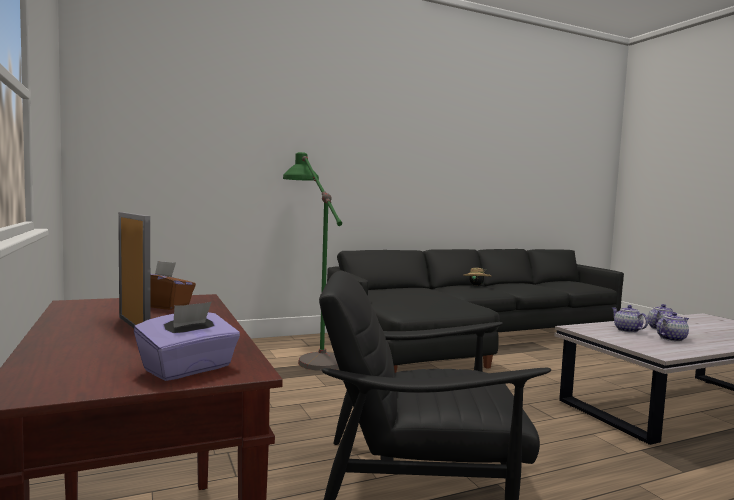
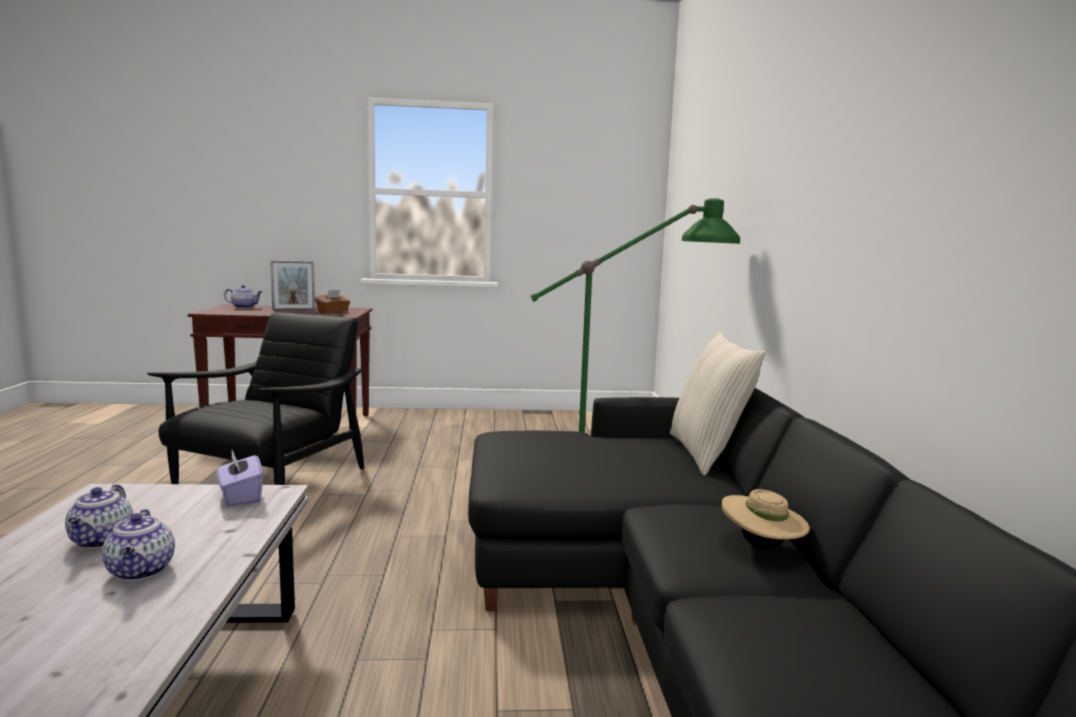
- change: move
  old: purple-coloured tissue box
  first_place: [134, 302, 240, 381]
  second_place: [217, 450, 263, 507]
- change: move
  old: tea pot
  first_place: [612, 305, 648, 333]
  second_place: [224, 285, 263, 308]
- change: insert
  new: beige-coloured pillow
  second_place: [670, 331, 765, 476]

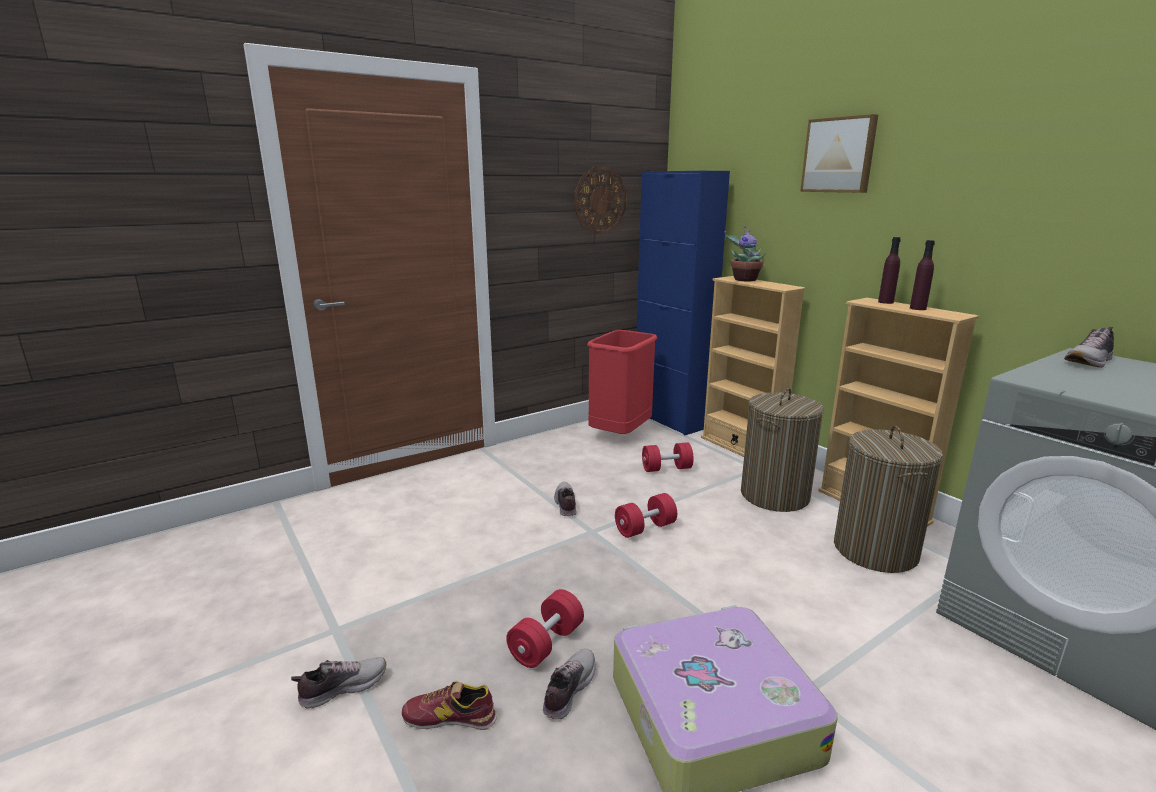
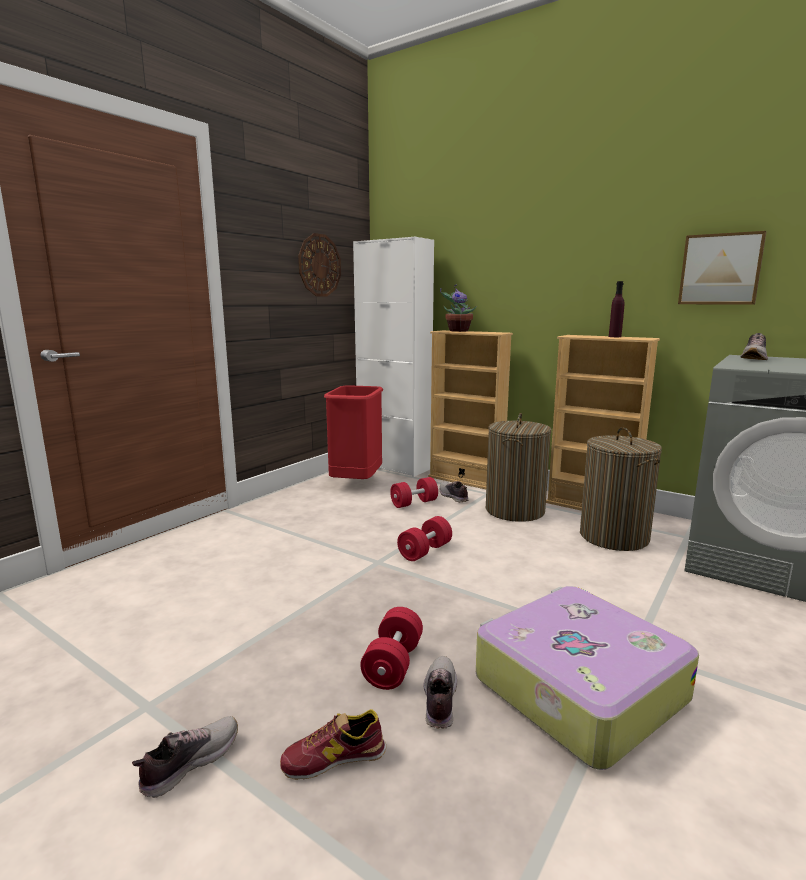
- change: move
  old: wall art
  first_place: [800, 114, 878, 193]
  second_place: [678, 231, 766, 305]
- change: recolor
  old: blue cabinet
  new: white cabinet
  first_place: [637, 171, 730, 435]
  second_place: [353, 237, 434, 477]
- change: delete
  old: purple-coloured drink bottle
  first_place: [878, 237, 901, 304]
- change: move
  old: low shoe
  first_place: [554, 482, 577, 516]
  second_place: [440, 481, 468, 502]

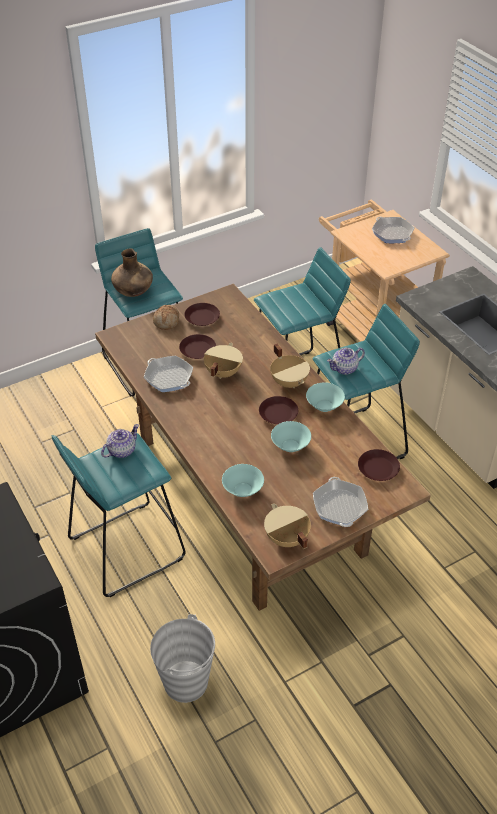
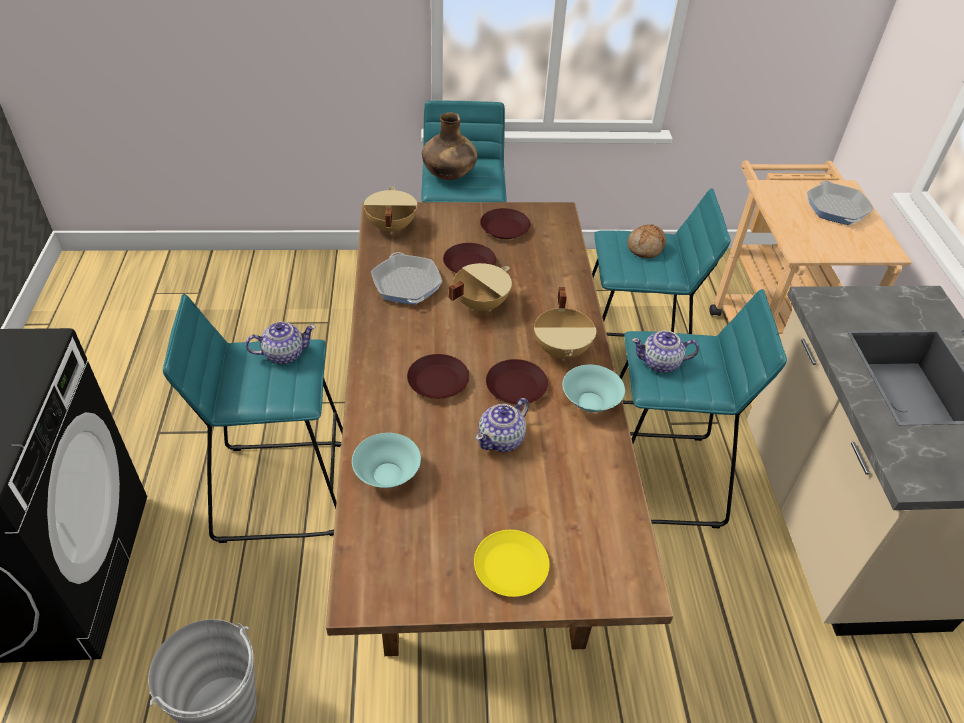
- change: move
  old: bakery bread
  first_place: [153, 305, 179, 330]
  second_place: [627, 224, 666, 258]
- change: replace
  old: blue-green serving bowl
  new: tea pot
  first_place: [271, 421, 311, 452]
  second_place: [475, 398, 529, 452]
- change: move
  old: brown-coloured plate
  first_place: [358, 449, 400, 481]
  second_place: [407, 354, 469, 399]
- change: replace
  old: skillet
  new: yellowish plate
  first_place: [313, 477, 368, 527]
  second_place: [474, 530, 550, 597]
- change: move
  old: beige-coloured saucepot
  first_place: [264, 504, 311, 549]
  second_place: [364, 186, 417, 234]

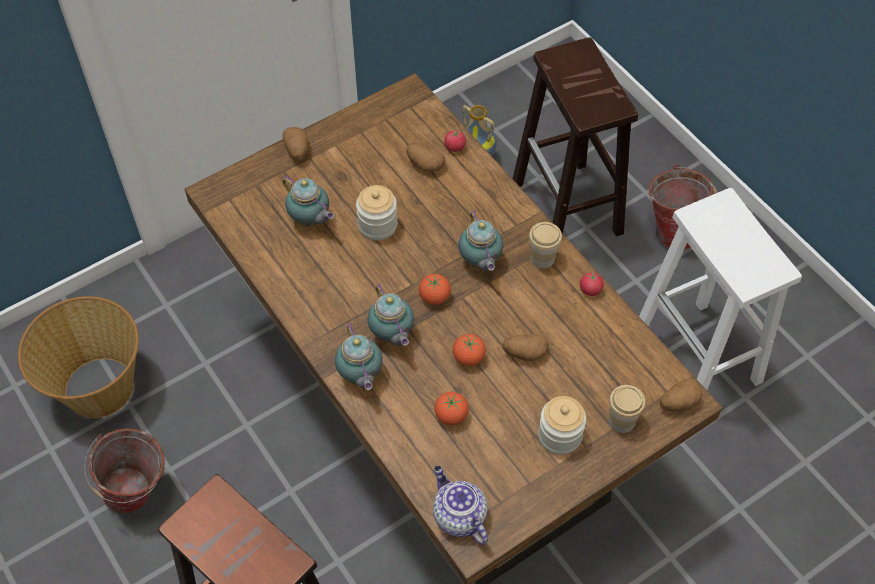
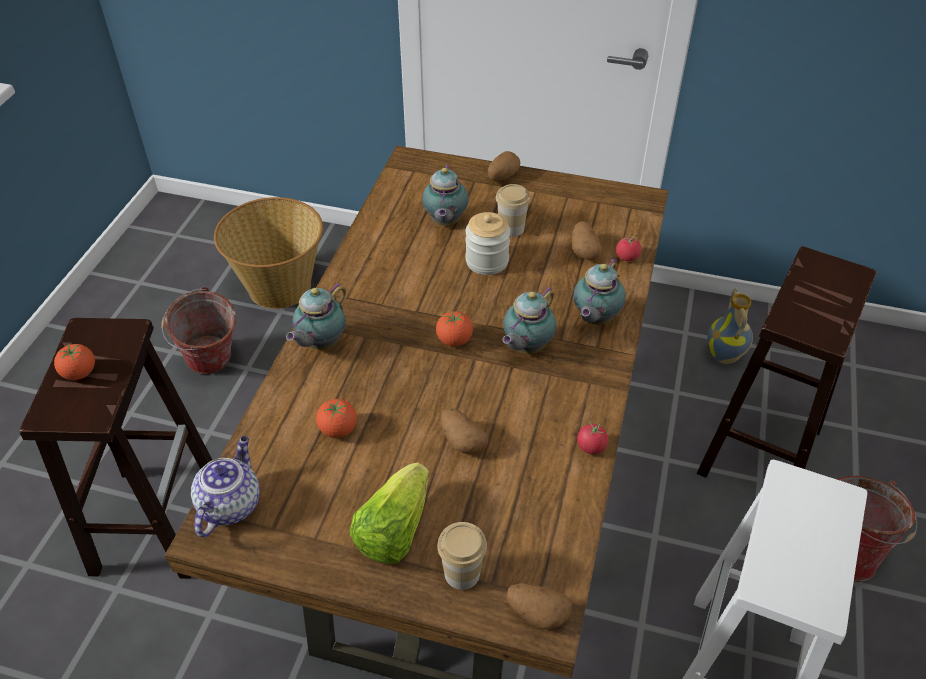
- change: move
  old: cup
  first_place: [529, 222, 562, 269]
  second_place: [496, 184, 530, 237]
- change: move
  old: tea pot
  first_place: [367, 283, 414, 346]
  second_place: [573, 259, 626, 325]
- change: move
  old: tomato
  first_place: [453, 334, 486, 366]
  second_place: [54, 344, 95, 380]
- change: replace
  old: storage jar
  new: head of lettuce
  first_place: [538, 396, 586, 455]
  second_place: [349, 463, 429, 564]

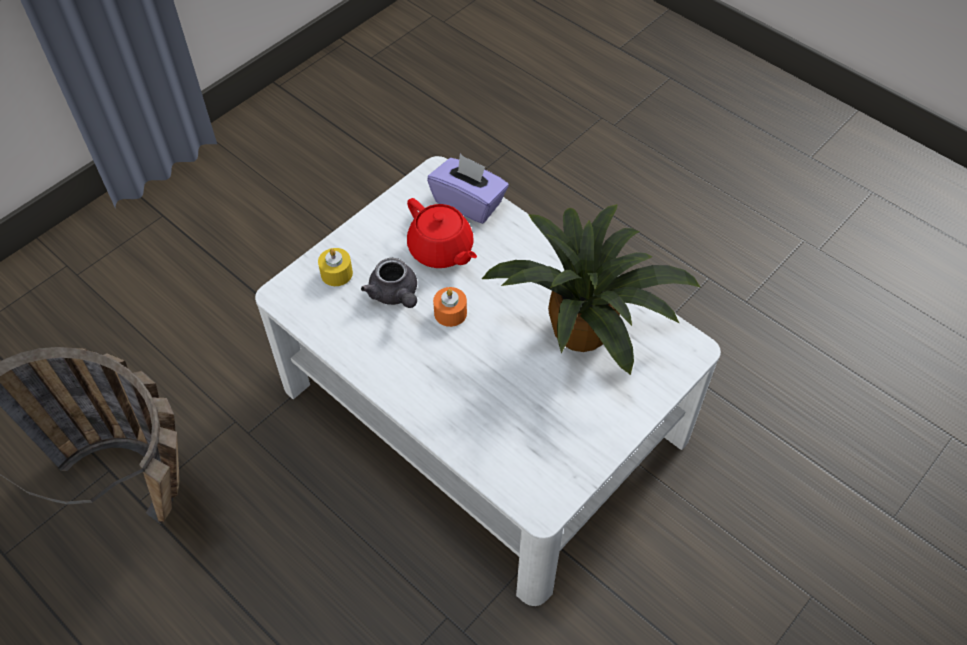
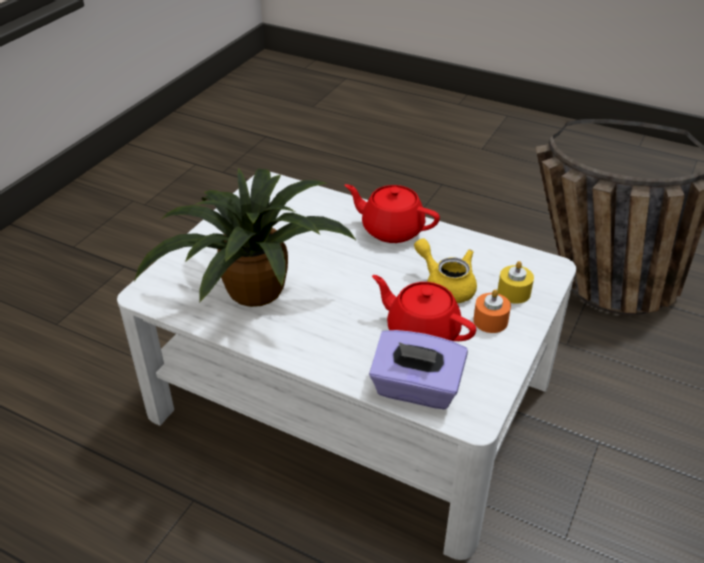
- change: recolor
  old: gray tea pot
  new: yellowish tea pot
  first_place: [361, 258, 417, 308]
  second_place: [414, 238, 477, 303]
- change: move
  old: orange wax candle
  first_place: [433, 287, 467, 327]
  second_place: [473, 289, 511, 333]
- change: insert
  new: red tea pot
  second_place: [344, 184, 440, 243]

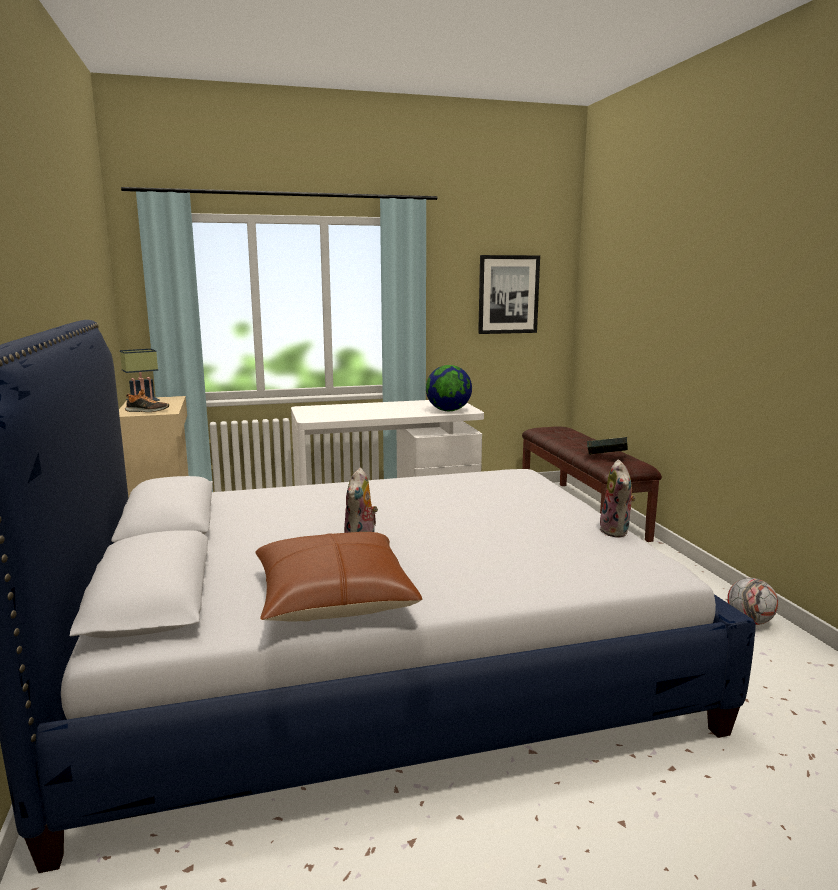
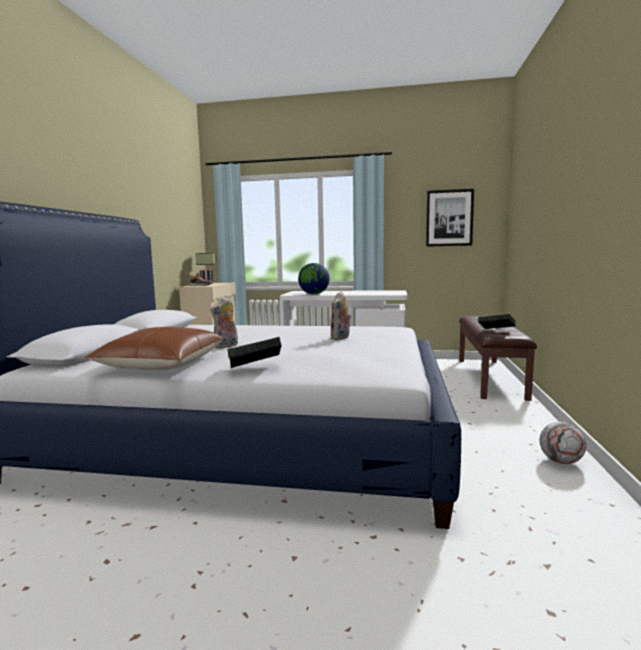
- change: move
  old: desk globe
  first_place: [426, 365, 472, 411]
  second_place: [298, 263, 330, 294]
- change: move
  old: soft toy
  first_place: [597, 460, 636, 538]
  second_place: [330, 291, 351, 340]
- change: insert
  new: book
  second_place: [227, 337, 282, 368]

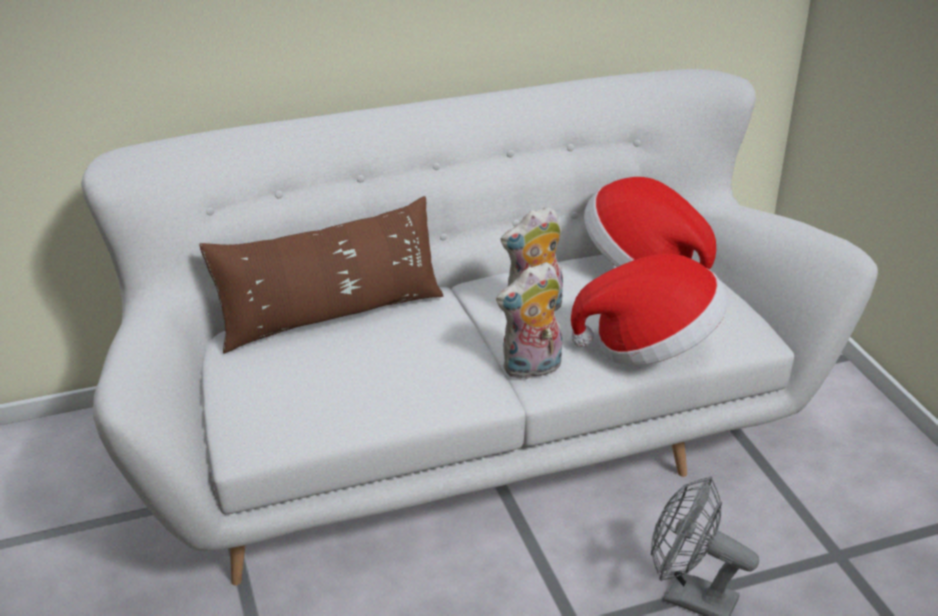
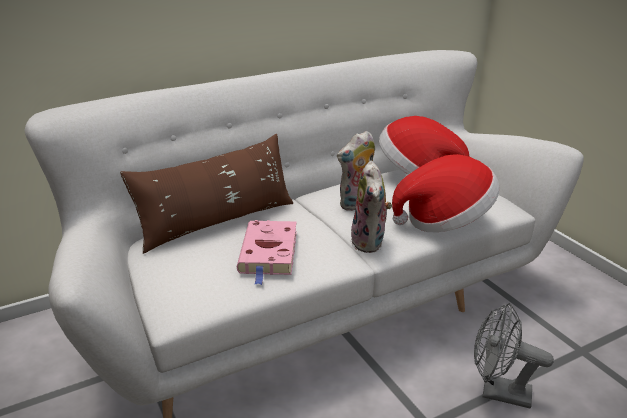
- change: rotate
  old: soft toy
  first_place: [496, 262, 562, 379]
  second_place: [351, 161, 392, 253]
  degrees: -60
- change: insert
  new: pink-coloured book
  second_place: [237, 220, 297, 285]

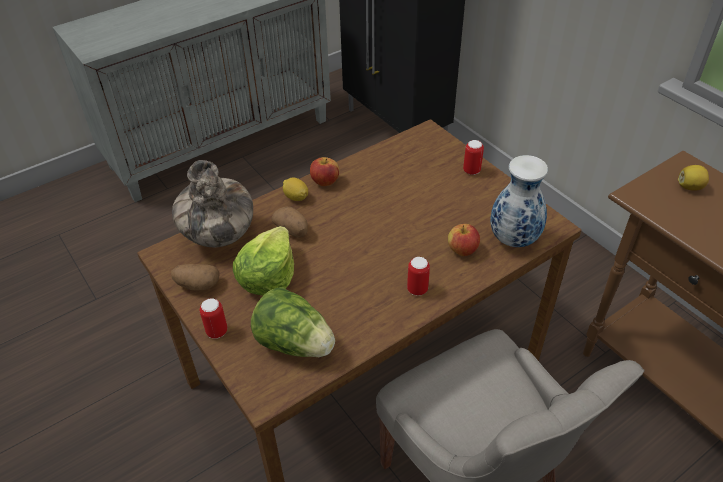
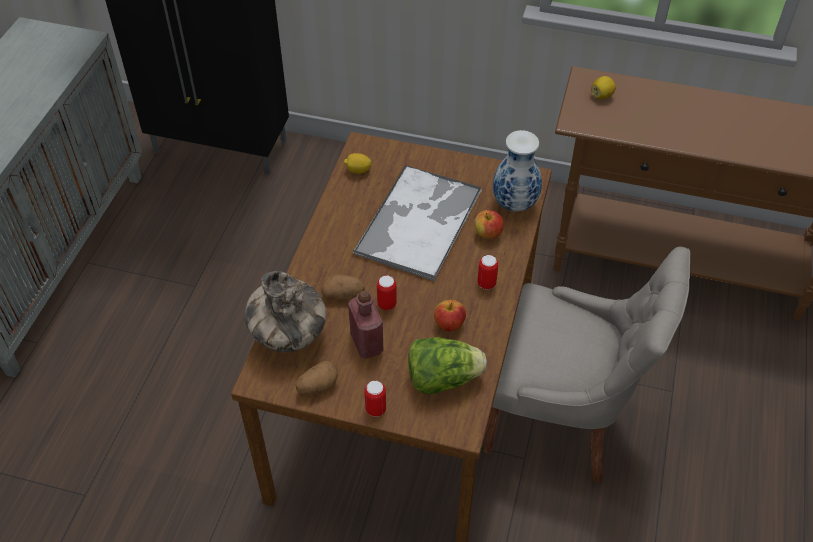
- change: move
  old: can
  first_place: [463, 140, 484, 175]
  second_place: [377, 275, 397, 310]
- change: move
  old: apple
  first_place: [310, 157, 339, 186]
  second_place: [434, 300, 466, 332]
- change: move
  old: lemon
  first_place: [283, 177, 308, 201]
  second_place: [344, 153, 372, 174]
- change: replace
  old: head of lettuce
  new: red drink bottle
  first_place: [233, 226, 294, 296]
  second_place: [348, 290, 383, 358]
- change: insert
  new: carrying tray
  second_place: [353, 164, 482, 282]

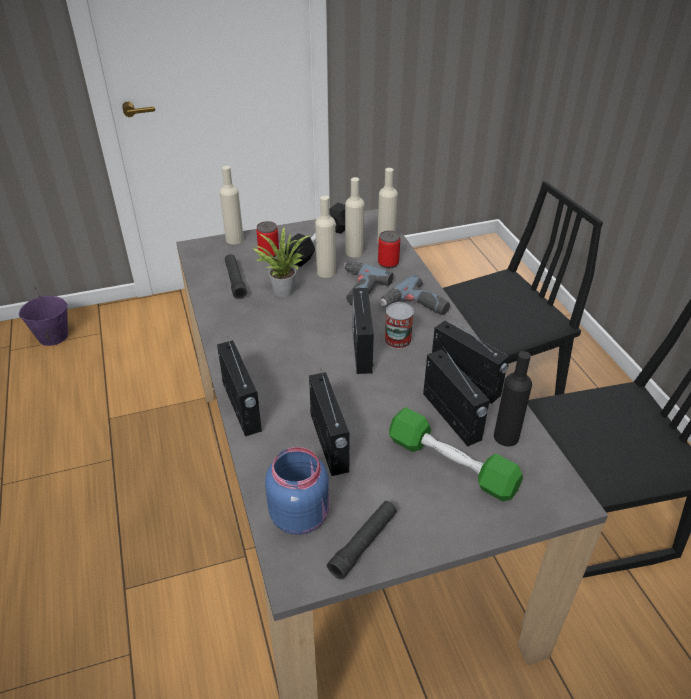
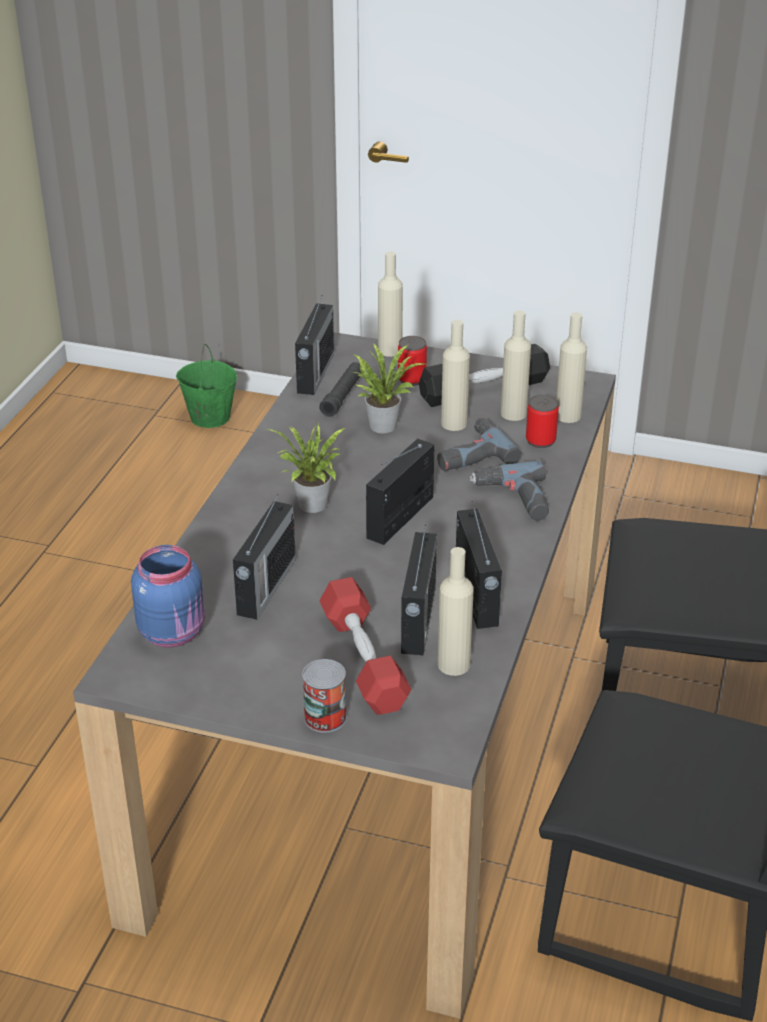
- change: recolor
  old: purple-coloured pail
  new: green-coloured pail
  first_place: [18, 287, 68, 346]
  second_place: [176, 344, 237, 428]
- change: move
  old: can
  first_place: [385, 302, 414, 349]
  second_place: [302, 659, 347, 733]
- change: move
  old: radio set
  first_place: [217, 337, 262, 436]
  second_place: [295, 296, 334, 395]
- change: recolor
  old: black drink bottle
  new: beige-coloured drink bottle
  first_place: [494, 351, 532, 446]
  second_place: [438, 547, 474, 676]
- change: recolor
  old: green-coloured free weight
  new: red free weight
  first_place: [389, 407, 523, 501]
  second_place: [319, 577, 411, 715]
- change: delete
  old: black flashlight
  first_place: [327, 501, 397, 580]
- change: insert
  new: potted plant
  second_place: [267, 423, 345, 513]

